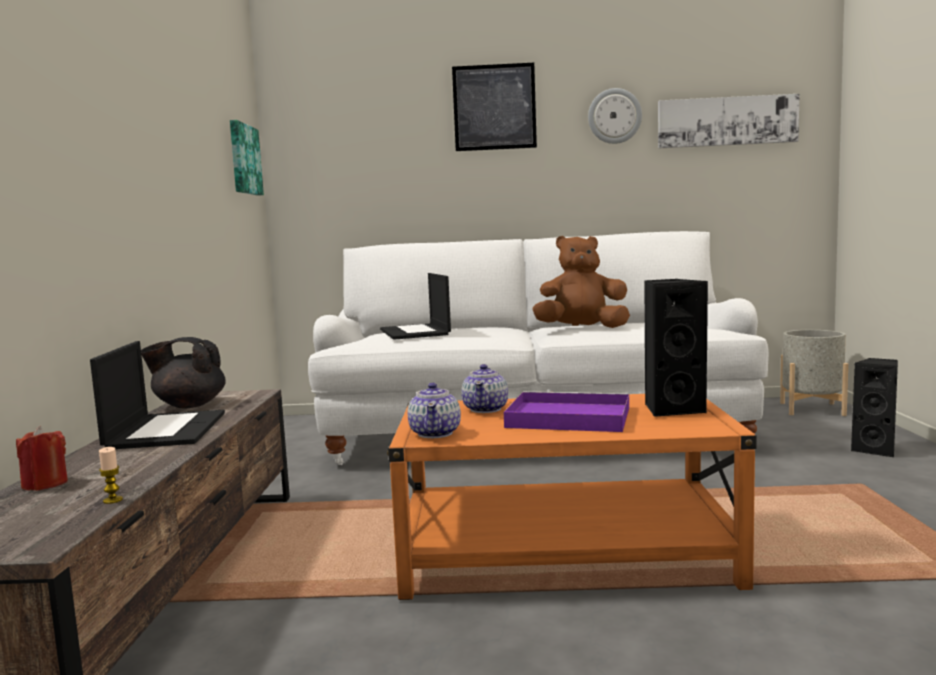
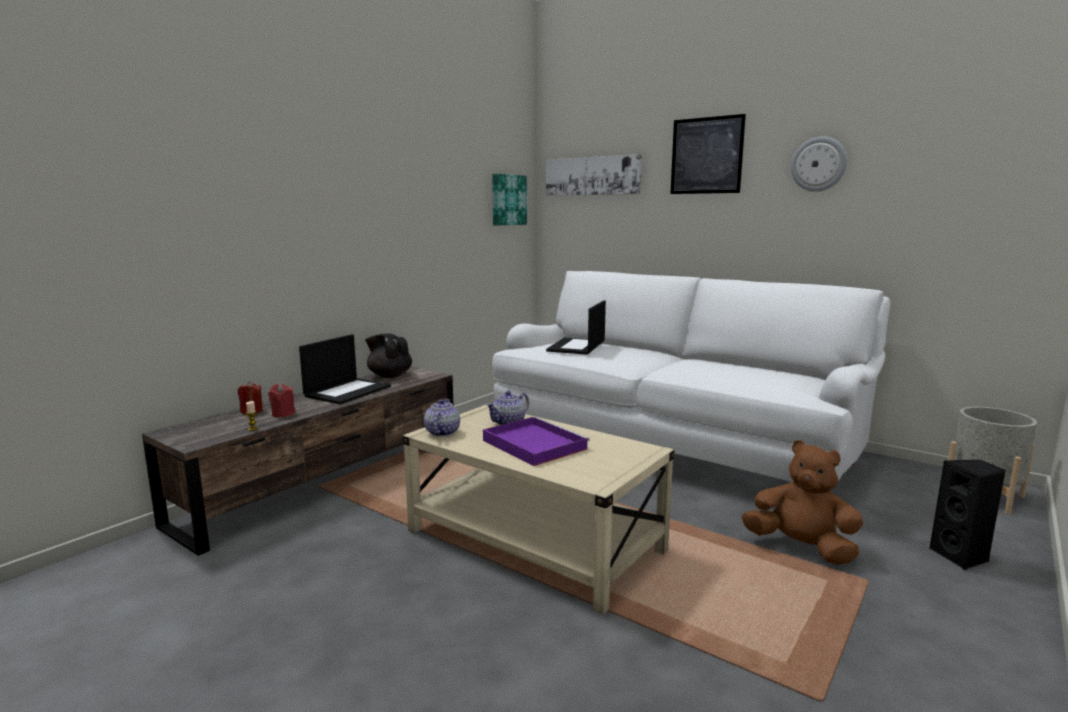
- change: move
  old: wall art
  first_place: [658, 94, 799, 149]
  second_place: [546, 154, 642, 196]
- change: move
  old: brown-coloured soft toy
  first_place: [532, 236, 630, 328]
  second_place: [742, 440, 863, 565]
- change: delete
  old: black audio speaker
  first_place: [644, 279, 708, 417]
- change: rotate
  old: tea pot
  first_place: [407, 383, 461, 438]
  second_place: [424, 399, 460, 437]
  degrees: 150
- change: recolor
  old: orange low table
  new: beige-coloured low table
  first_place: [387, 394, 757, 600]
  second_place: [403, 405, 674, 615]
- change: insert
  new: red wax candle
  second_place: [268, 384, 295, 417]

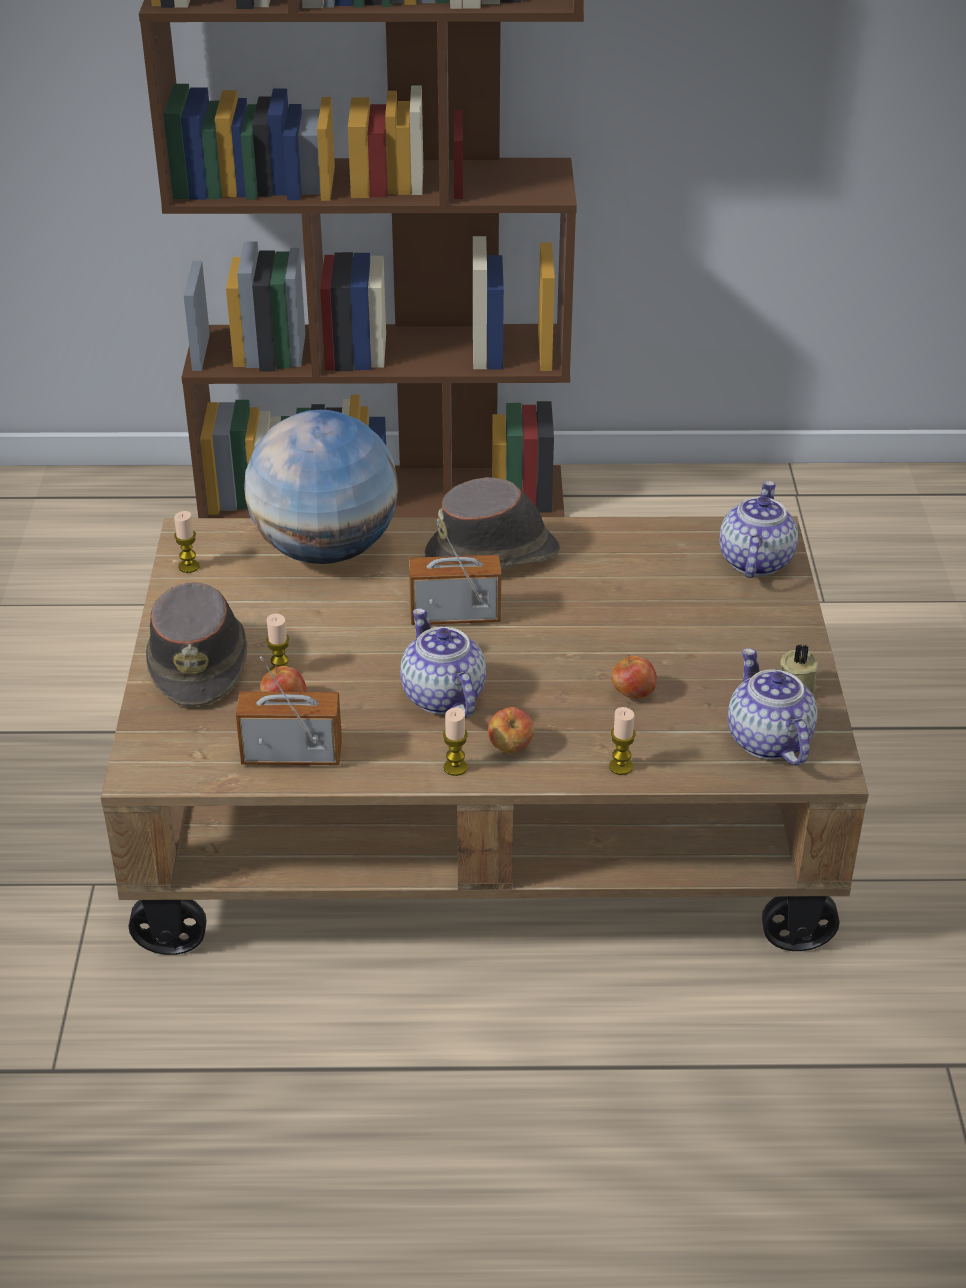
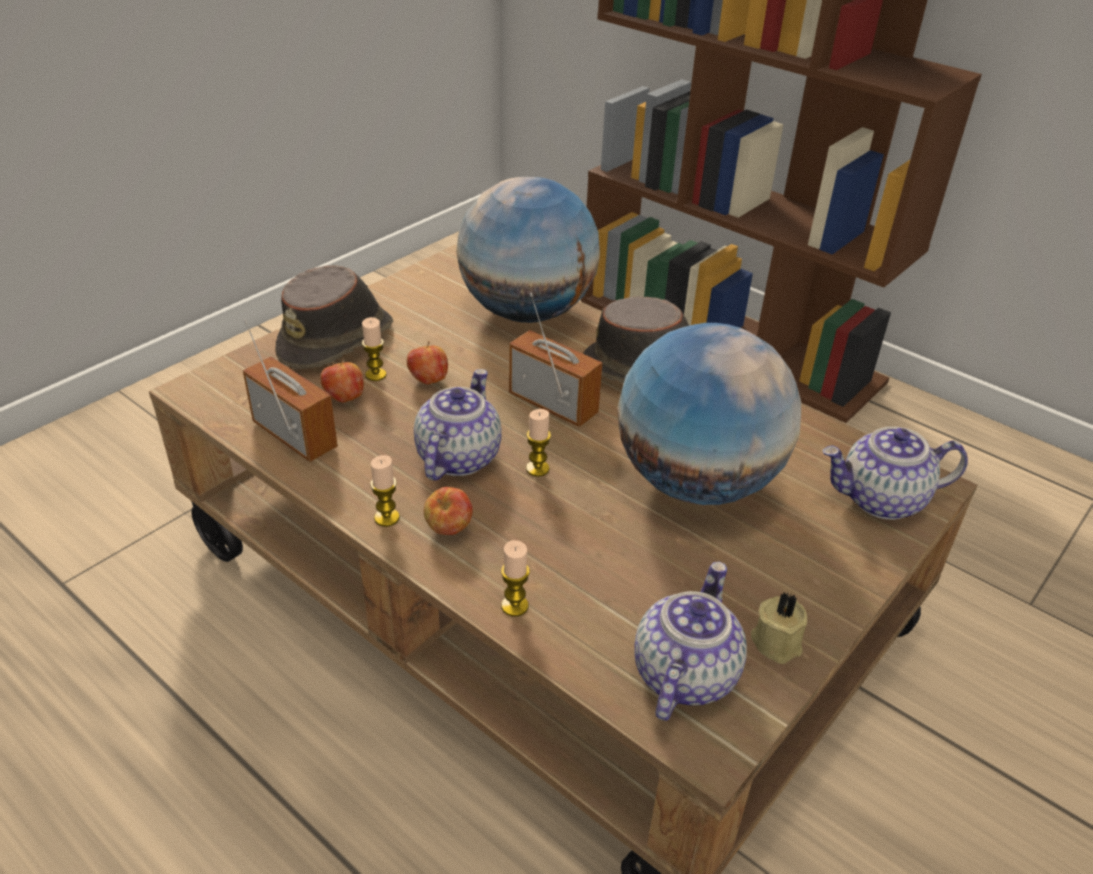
- change: rotate
  old: tea pot
  first_place: [719, 481, 798, 578]
  second_place: [823, 427, 968, 520]
  degrees: -150
- change: move
  old: wax candle
  first_place: [174, 511, 199, 573]
  second_place: [526, 409, 551, 477]
- change: move
  old: apple
  first_place: [611, 655, 657, 699]
  second_place: [407, 341, 448, 384]
- change: insert
  new: desk globe
  second_place: [617, 323, 801, 505]

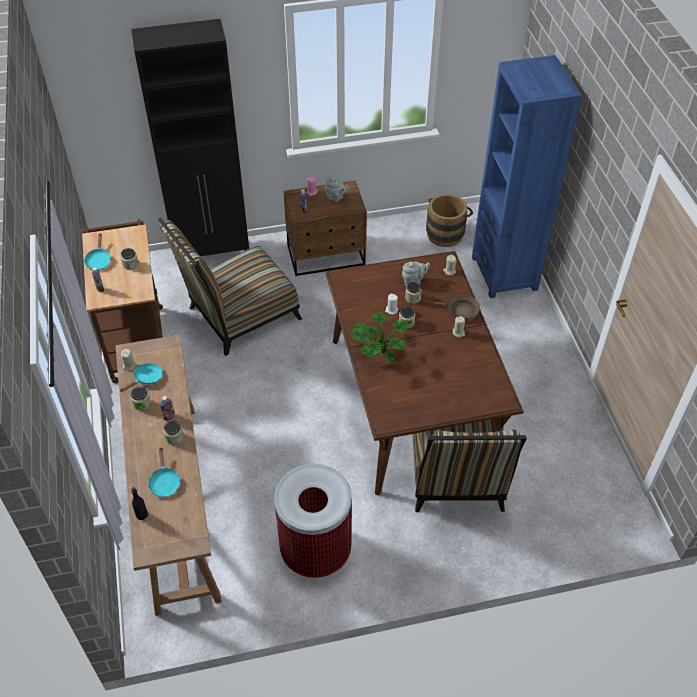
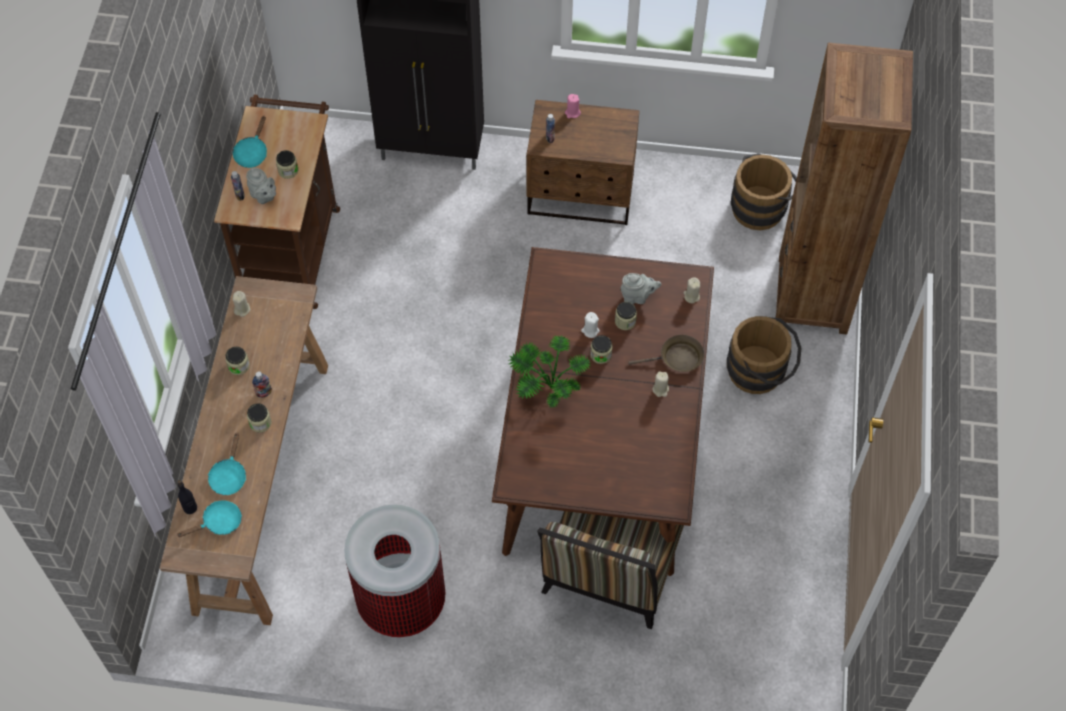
- change: recolor
  old: blue bookcase
  new: brown-coloured bookcase
  first_place: [472, 55, 582, 298]
  second_place: [775, 43, 913, 335]
- change: move
  old: gray tea pot
  first_place: [325, 176, 350, 201]
  second_place: [246, 168, 276, 204]
- change: delete
  old: chair
  first_place: [158, 218, 302, 356]
- change: rotate
  old: brown-coloured skillet
  first_place: [424, 295, 480, 320]
  second_place: [628, 335, 704, 372]
  degrees: -45
- change: move
  old: blue-green skillet
  first_place: [120, 363, 163, 392]
  second_place: [176, 500, 242, 537]
- change: insert
  new: brown-coloured pail
  second_place: [727, 316, 802, 394]

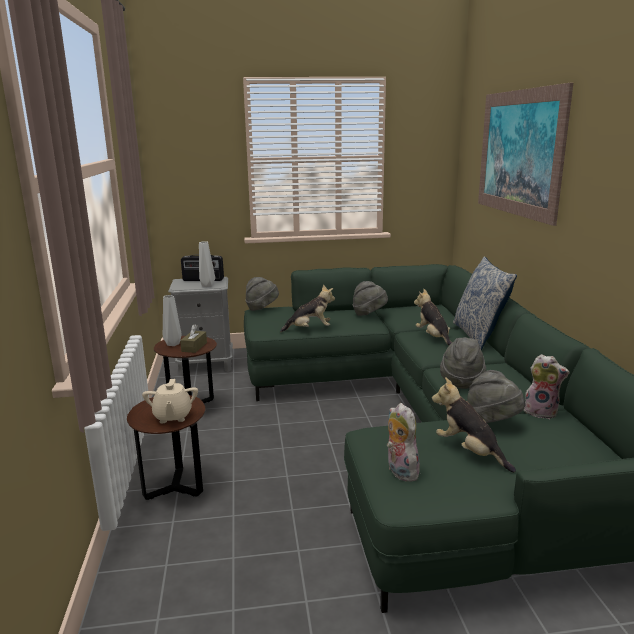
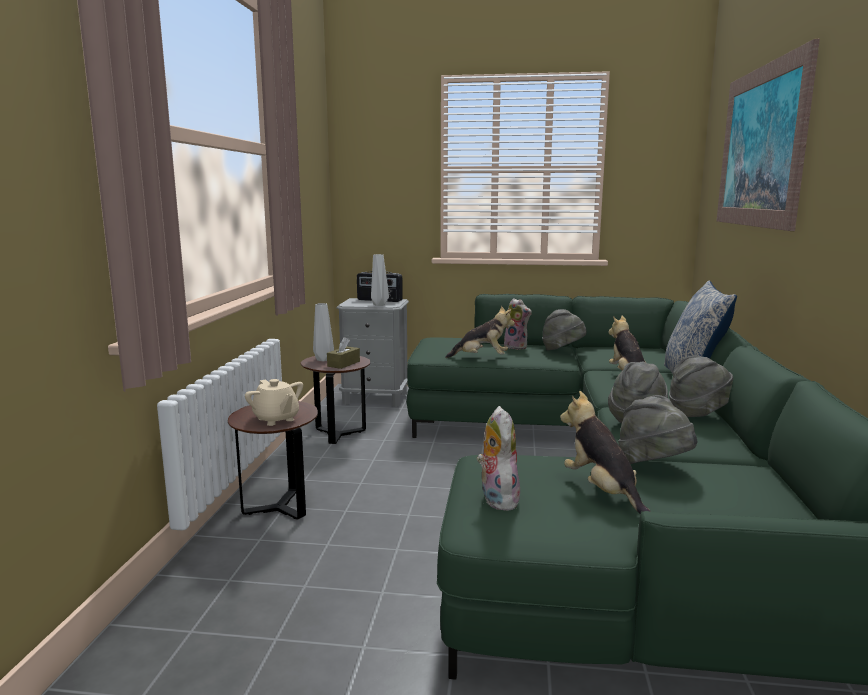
- change: move
  old: gray wearable hat
  first_place: [246, 277, 279, 311]
  second_place: [669, 356, 733, 417]
- change: move
  old: soft toy
  first_place: [523, 354, 570, 419]
  second_place: [504, 298, 532, 350]
- change: rotate
  old: beige-coloured tea pot
  first_place: [142, 379, 198, 423]
  second_place: [245, 379, 303, 426]
  degrees: -45

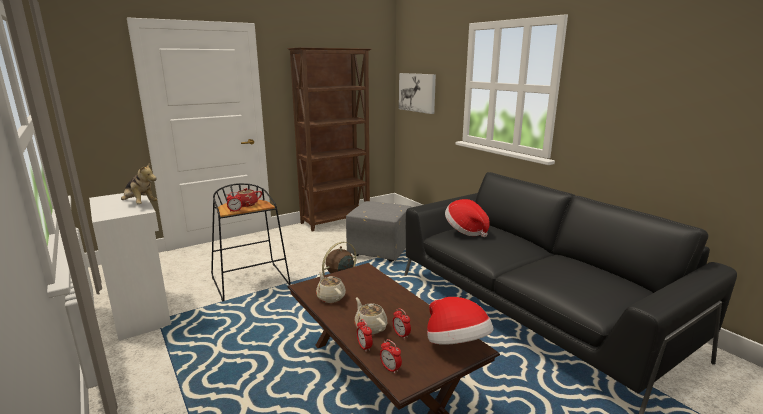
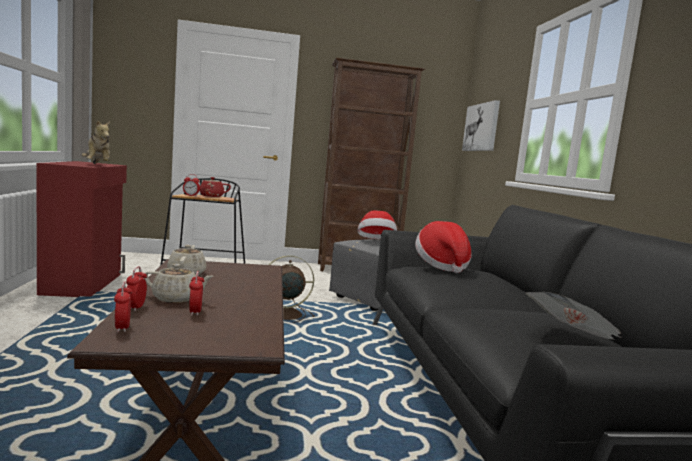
- change: recolor
  old: white cabinet
  new: red cabinet
  first_place: [89, 193, 171, 341]
  second_place: [36, 161, 127, 297]
- change: move
  old: wearable hat
  first_place: [427, 297, 494, 345]
  second_place: [357, 210, 397, 239]
- change: rotate
  old: beige-coloured tea pot
  first_place: [354, 298, 387, 334]
  second_place: [144, 264, 214, 303]
  degrees: 105
- change: insert
  new: newspaper
  second_place: [525, 292, 621, 339]

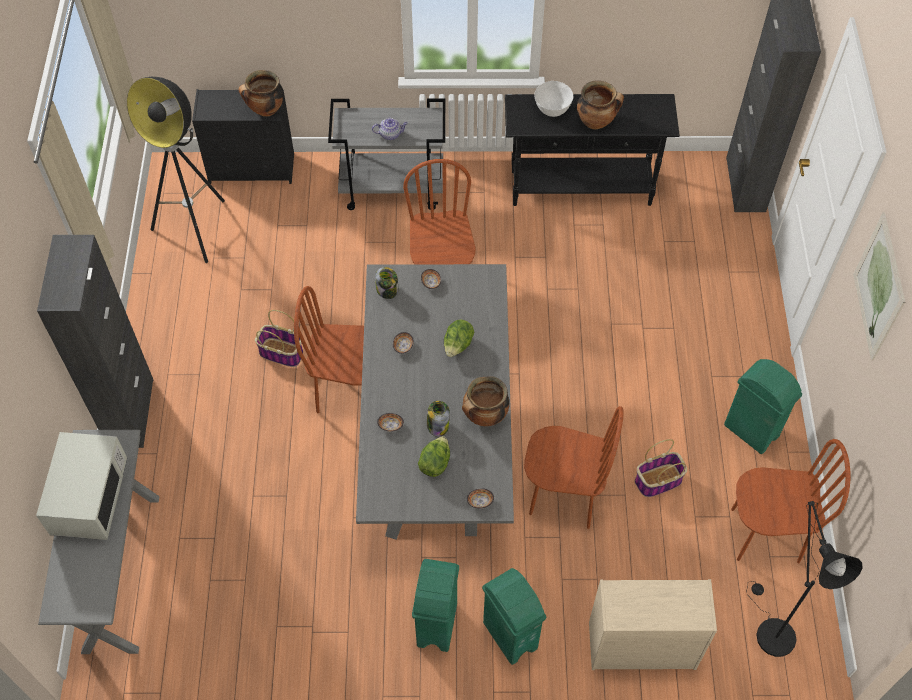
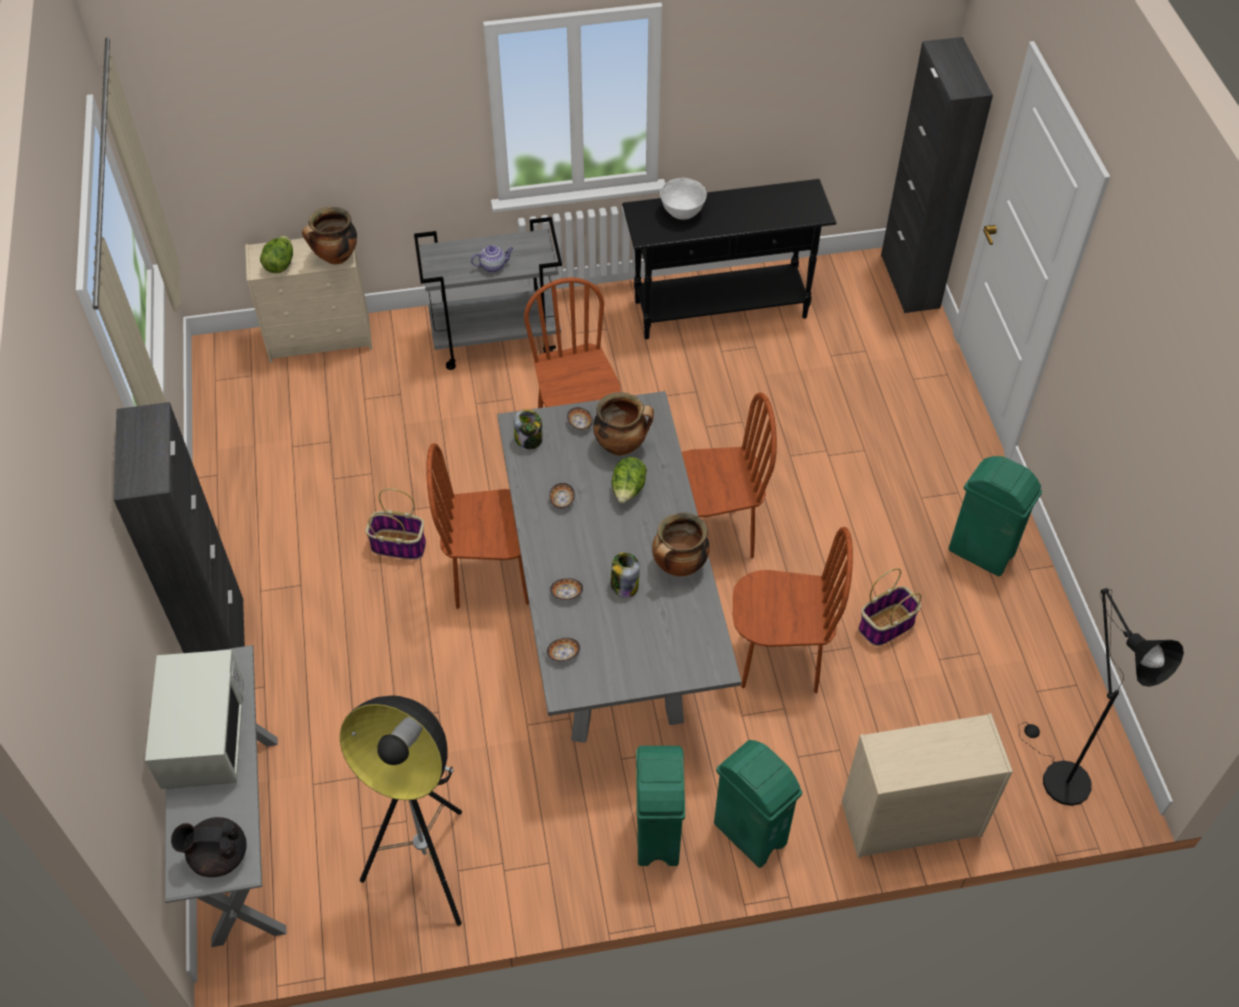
- change: move
  old: standard lamp
  first_place: [127, 77, 225, 263]
  second_place: [340, 695, 462, 926]
- change: move
  old: saucepot
  first_place: [577, 80, 624, 129]
  second_place: [593, 392, 654, 455]
- change: recolor
  old: black chest of drawers
  new: beige-coloured chest of drawers
  first_place: [192, 89, 294, 184]
  second_place: [245, 238, 372, 363]
- change: delete
  old: wall art
  first_place: [853, 212, 905, 361]
- change: move
  old: head of lettuce
  first_place: [418, 436, 450, 477]
  second_place: [260, 236, 293, 273]
- change: move
  old: brown-coloured chair
  first_place: [731, 439, 851, 564]
  second_place: [682, 392, 777, 558]
- change: move
  old: serving bowl
  first_place: [467, 488, 494, 509]
  second_place: [547, 638, 580, 662]
- change: insert
  new: black tea pot
  second_place: [171, 817, 247, 877]

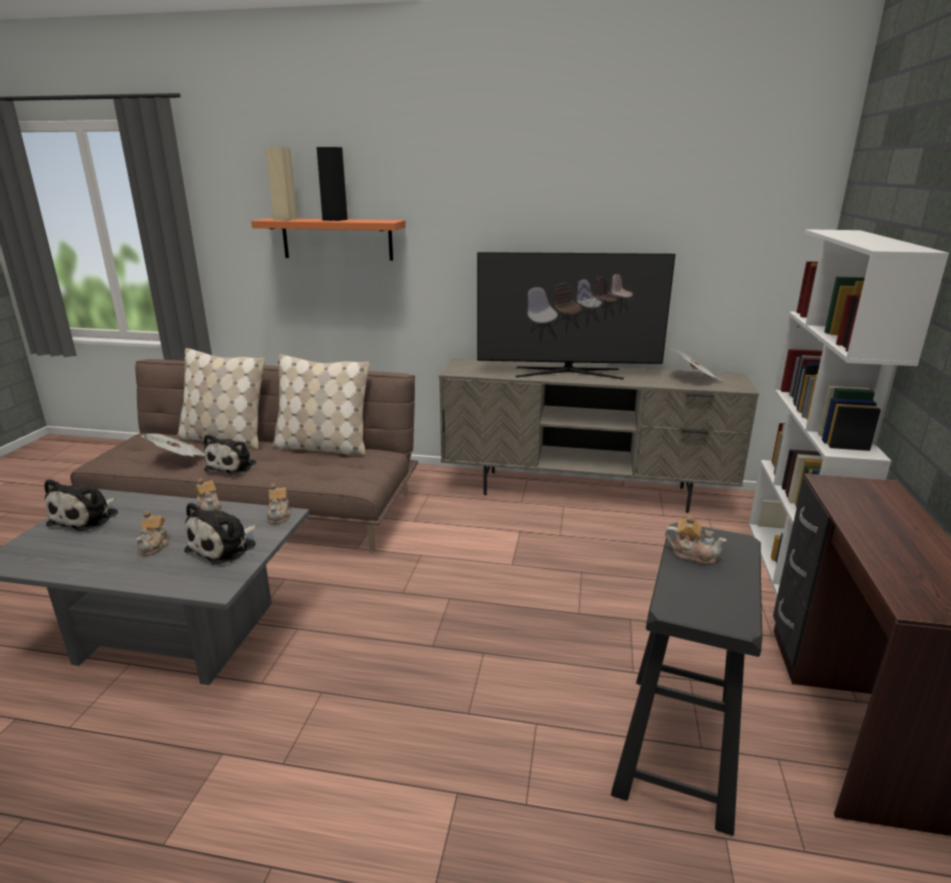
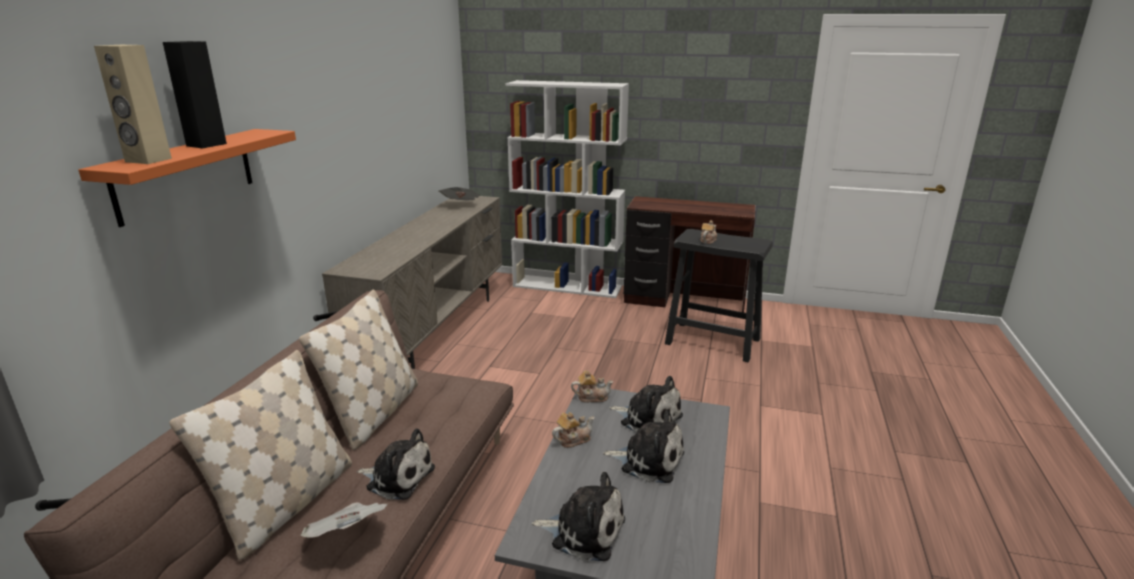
- change: delete
  old: television
  first_place: [477, 252, 676, 380]
- change: replace
  old: tea pot
  new: soft toy
  first_place: [136, 511, 169, 556]
  second_place: [603, 410, 684, 483]

